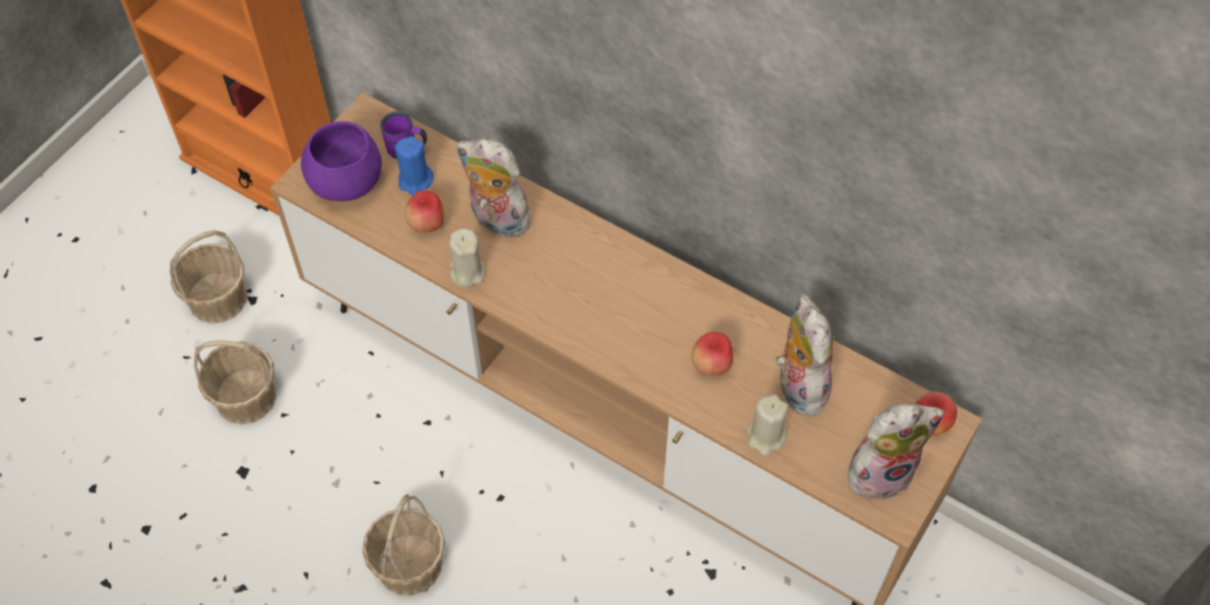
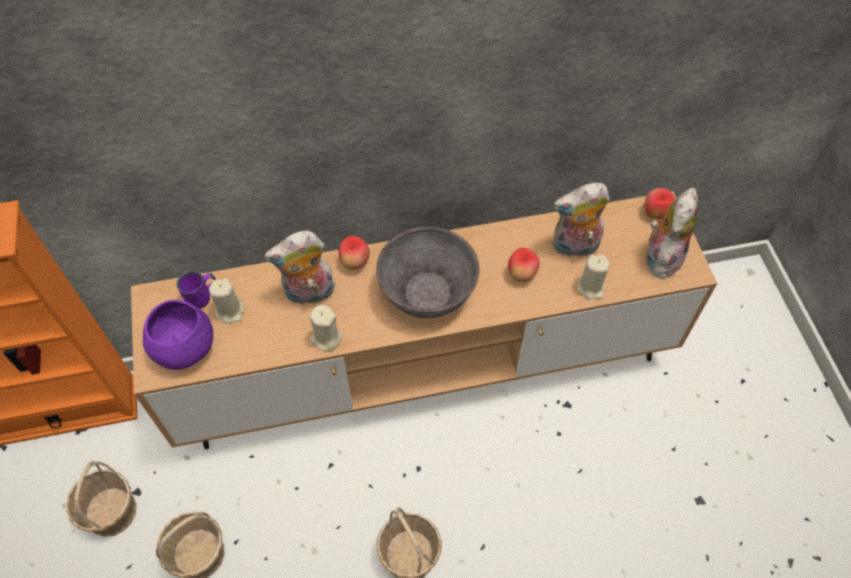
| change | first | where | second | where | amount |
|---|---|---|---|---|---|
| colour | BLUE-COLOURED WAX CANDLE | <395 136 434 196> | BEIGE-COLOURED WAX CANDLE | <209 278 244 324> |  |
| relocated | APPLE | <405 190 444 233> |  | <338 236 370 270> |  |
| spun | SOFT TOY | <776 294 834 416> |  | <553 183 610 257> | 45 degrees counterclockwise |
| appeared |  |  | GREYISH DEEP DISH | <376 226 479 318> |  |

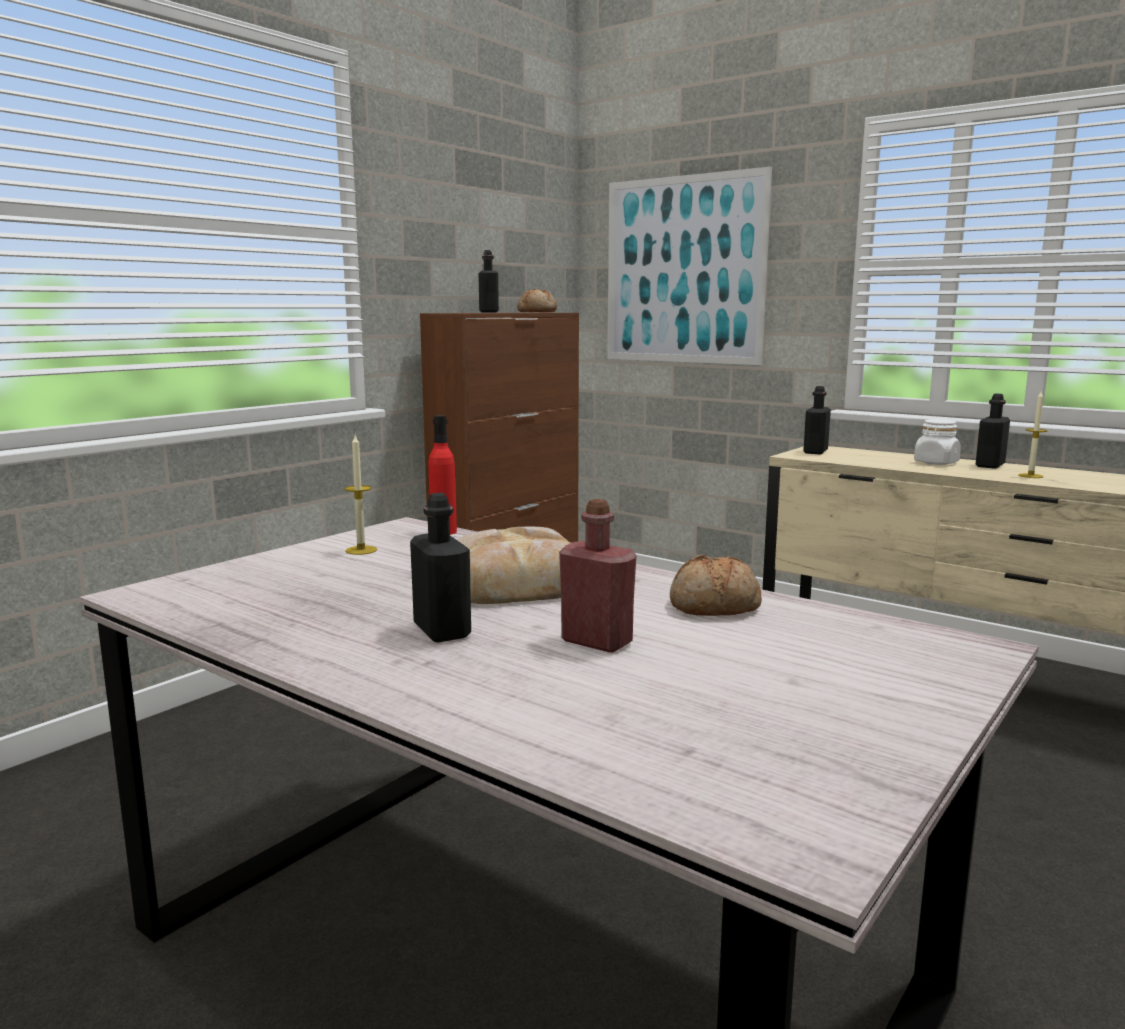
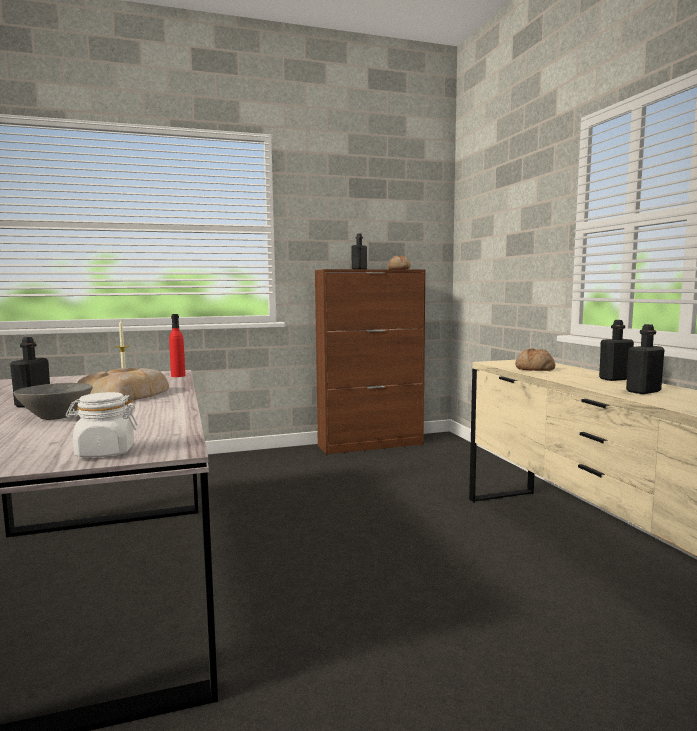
| change | first | where | second | where | amount |
|---|---|---|---|---|---|
| exchanged | RED-COLOURED DRINK BOTTLE | <559 499 637 653> | GREYISH DEEP DISH | <14 383 92 420> |  |
| missing | WALL ART | <607 167 772 365> |  |  |  |
| relocated | BAKERY BREAD | <670 554 762 616> |  | <515 348 555 371> |  |
| relocated | BLACKISH DRINK BOTTLE | <803 386 831 454> |  | <626 324 665 394> |  |
| relocated | WHITE-COLOURED JAR | <914 419 961 465> |  | <66 392 138 457> |  |
| missing | WAX CANDLE | <1018 392 1047 478> |  |  |  |

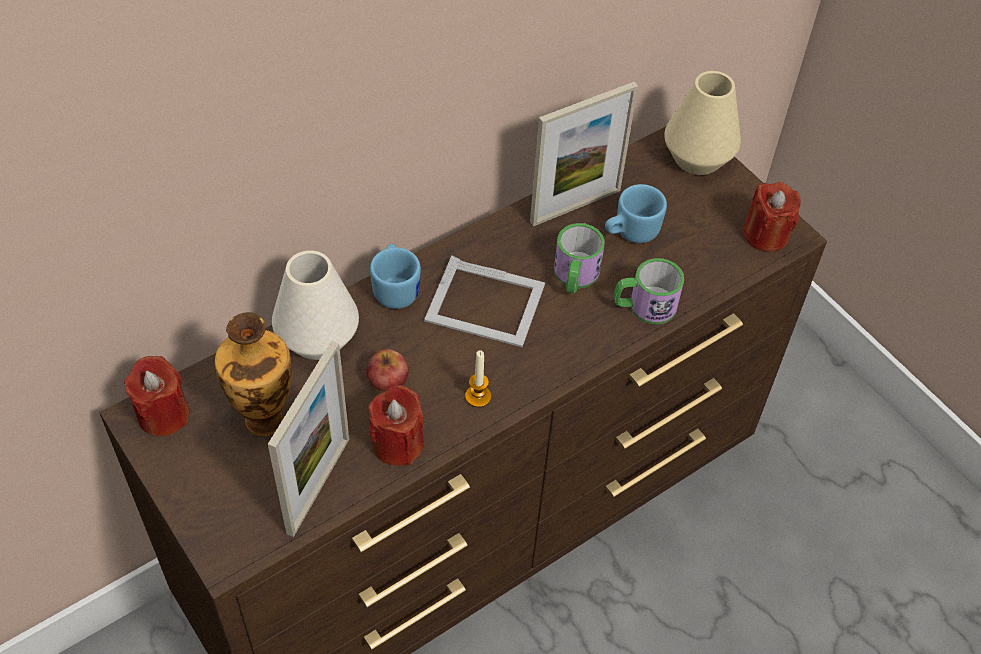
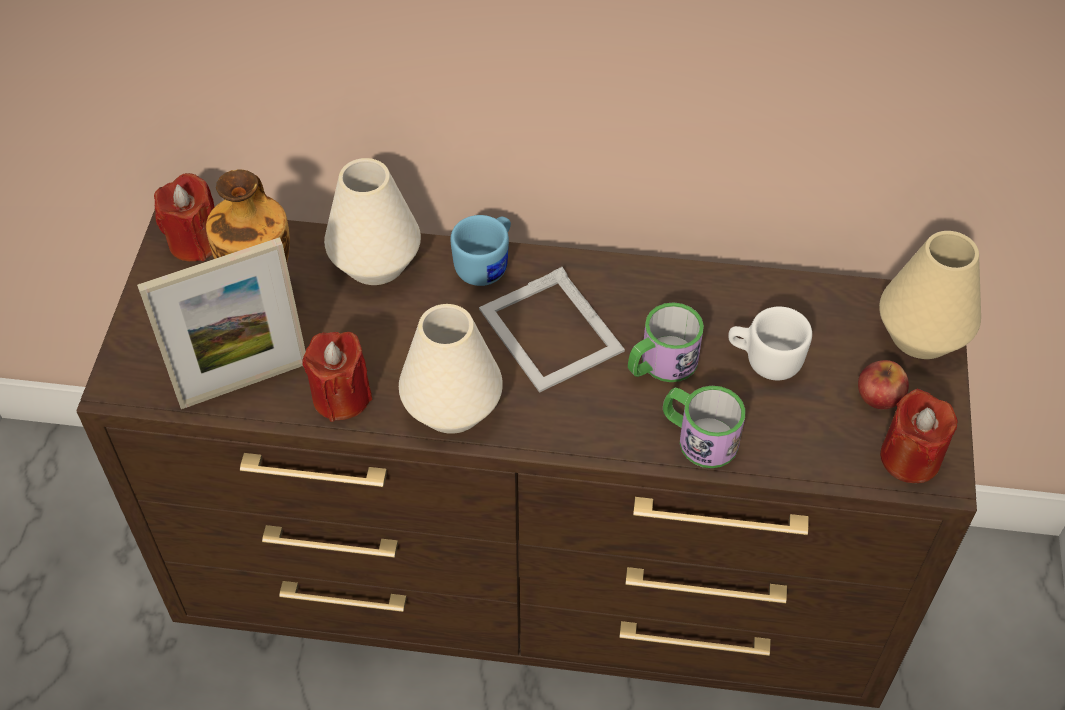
| change | first | where | second | where | amount |
|---|---|---|---|---|---|
| relocated | APPLE | <366 349 408 392> |  | <858 360 909 409> |  |
| exchanged | WAX CANDLE | <465 350 491 407> | WHITE-COLOURED DECORATIVE VASE | <399 304 503 434> |  |
| missing | PICTURE FRAME | <530 82 638 226> |  |  |  |
| colour | BLUE-COLOURED TEA MUG | <605 184 667 243> | WHITE-COLOURED TEA MUG | <728 306 812 380> |  |

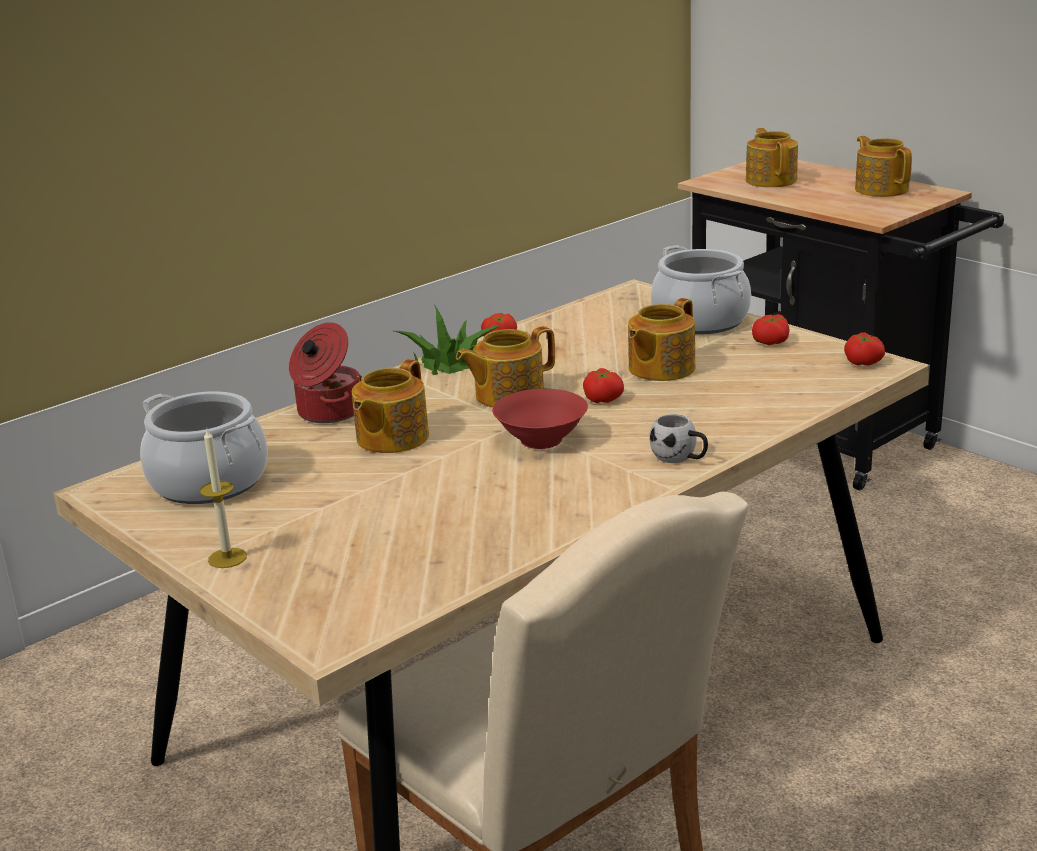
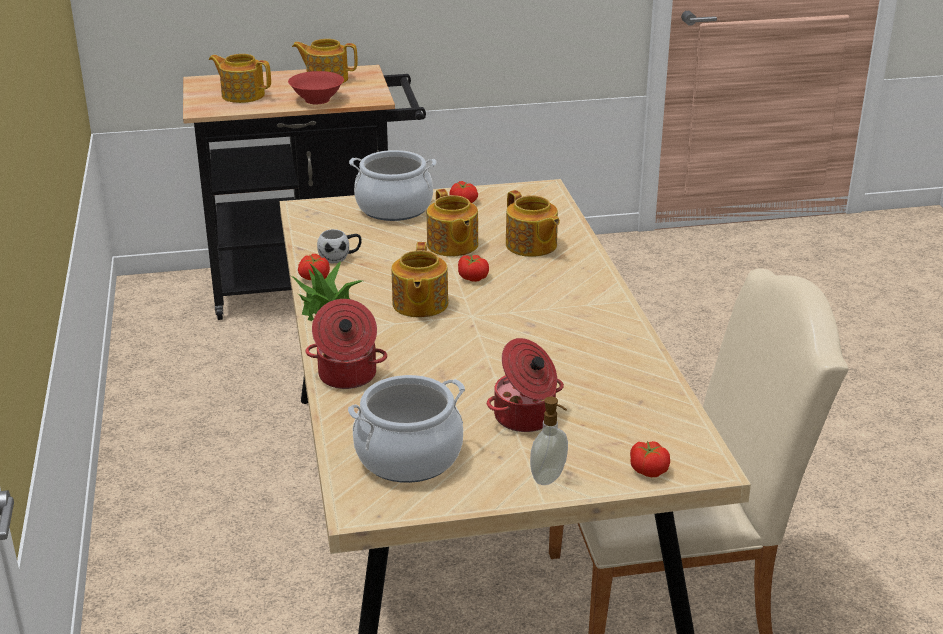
| change | first | where | second | where | amount |
|---|---|---|---|---|---|
| exchanged | WAX CANDLE | <200 429 247 568> | SOAP BOTTLE | <530 397 568 485> |  |
| relocated | TEAPOT | <352 359 429 453> |  | <506 190 560 257> |  |
| relocated | RED-COLOURED DEEP DISH | <492 389 588 449> |  | <288 71 344 104> |  |
| relocated | WHITE-COLOURED TEA MUG | <649 414 708 463> |  | <317 229 362 263> |  |
| relocated | TOMATO | <844 332 885 366> |  | <630 441 670 477> |  |
| appeared |  |  | STOCKPOT | <487 338 564 432> |  |

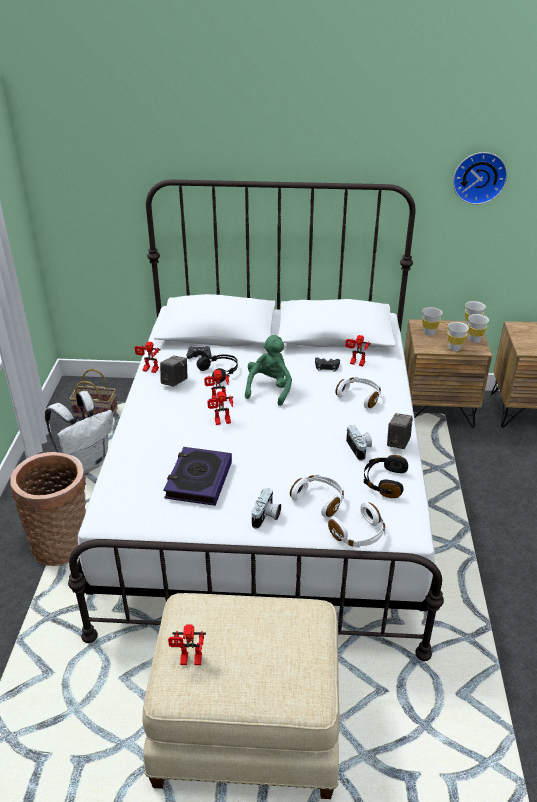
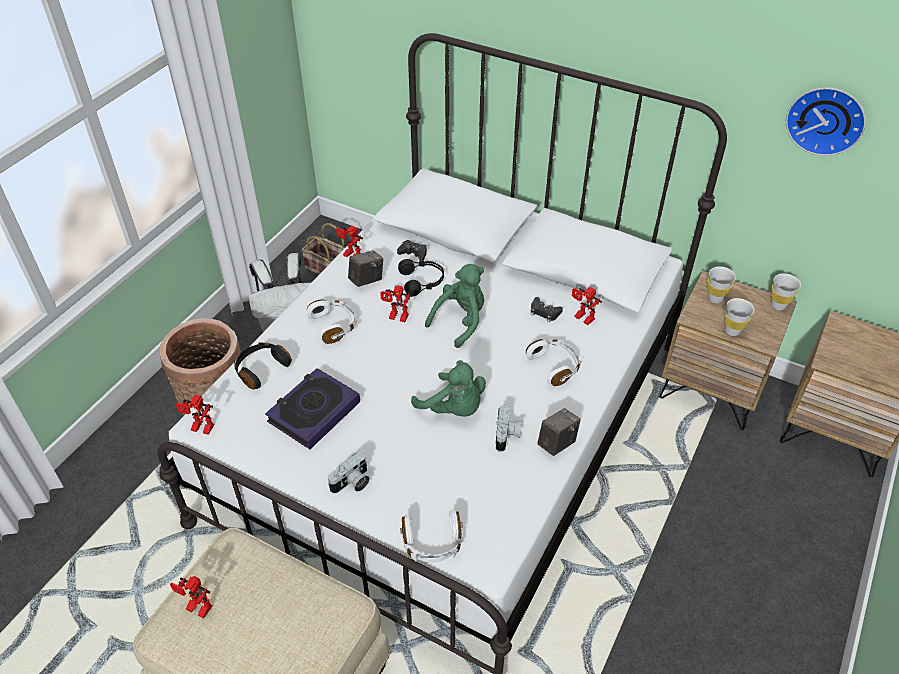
| change | first | where | second | where | amount |
|---|---|---|---|---|---|
| relocated | MODEL ROBOT | <207 391 233 425> |  | <176 395 215 435> |  |
| relocated | WHITE-COLOURED HEADPHONES | <290 475 344 517> |  | <307 299 357 344> |  |
| relocated | BLACKISH HEADPHONES | <364 455 408 498> |  | <234 342 292 390> |  |
| missing | WHITE-COLOURED CUP | <468 314 489 343> |  |  |  |
| appeared |  |  | GREENISH SOFT TOY | <411 360 486 417> |  |

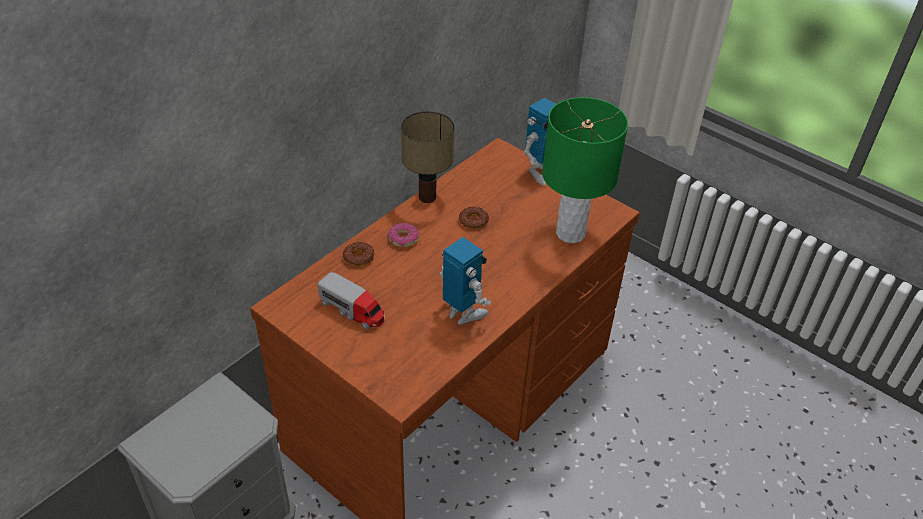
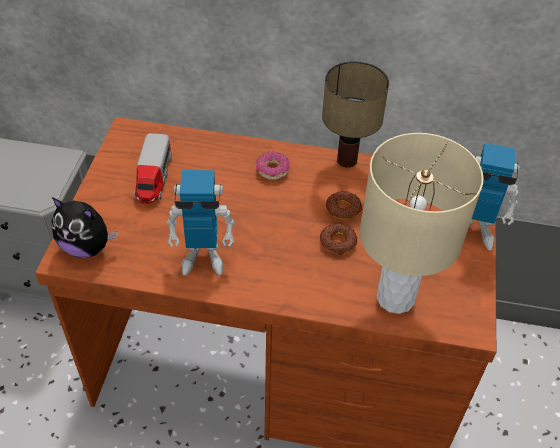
| change | first | where | second | where | amount |
|---|---|---|---|---|---|
| relocated | DOUGHNUT | <343 242 374 266> |  | <320 224 357 255> |  |
| spun | MODEL ROBOT | <440 237 491 325> |  | <167 170 235 275> | 75 degrees clockwise |
| colour | GREENISH TABLE LAMP | <542 97 628 243> | BEIGE-COLOURED TABLE LAMP | <360 133 484 314> |  |
| appeared |  |  | SOFT TOY | <51 197 118 258> |  |

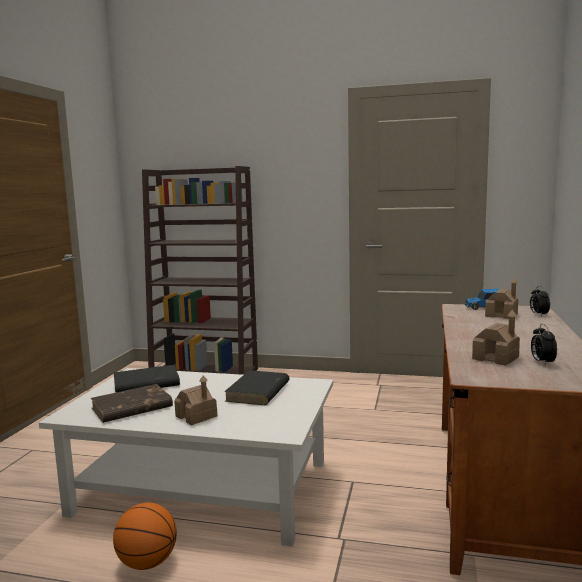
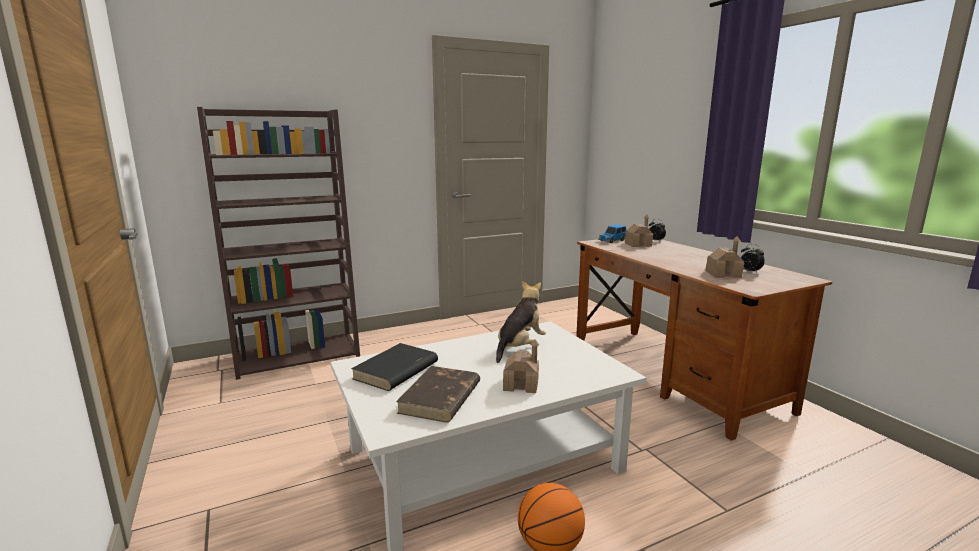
| change | first | where | second | where | amount |
|---|---|---|---|---|---|
| exchanged | BLACKISH BOOK | <224 370 290 405> | SOFT TOY | <496 281 546 363> |  |

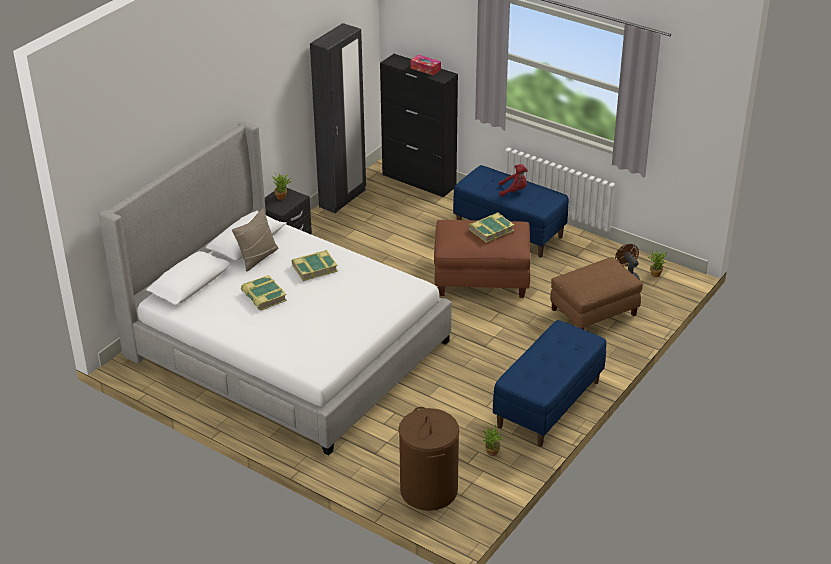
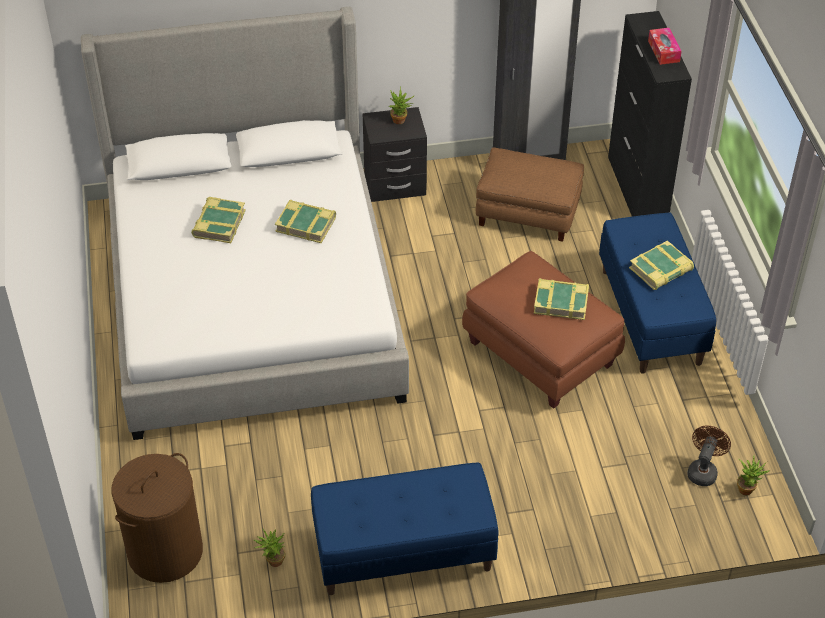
| change | first | where | second | where | amount |
|---|---|---|---|---|---|
| missing | BEIGE-COLOURED THROW PILLOW | <232 208 278 271> |  |  |  |
| exchanged | RED-COLOURED SOFT TOY | <499 164 528 197> | BOOK | <629 240 694 290> |  |
| relocated | BROWN OTTOMAN | <550 257 643 330> |  | <476 147 584 242> |  |

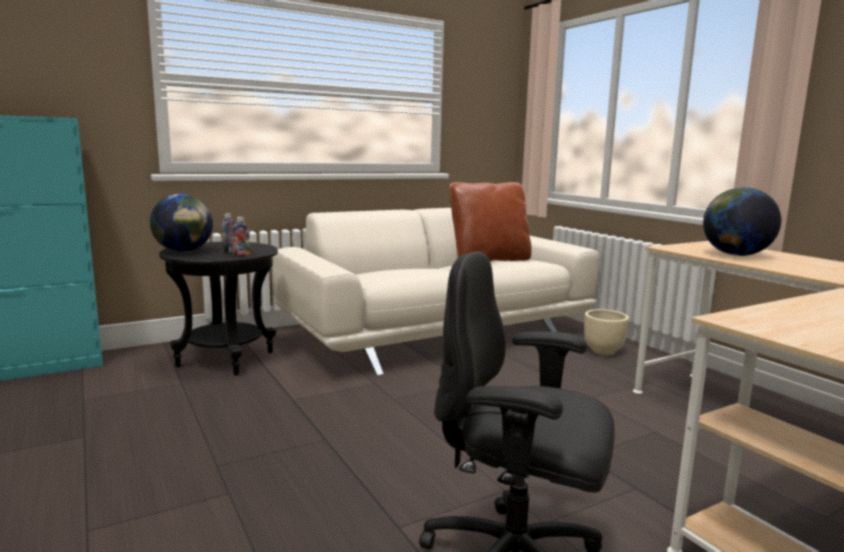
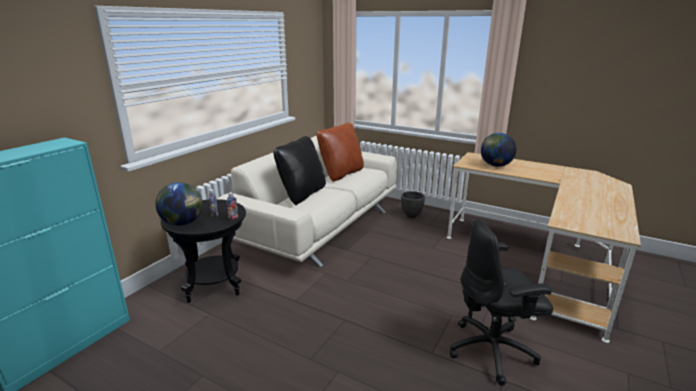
| change | first | where | second | where | amount |
|---|---|---|---|---|---|
| colour | BEIGE-COLOURED PLANT POT | <584 309 629 355> | BLACKISH PLANT POT | <401 191 425 218> |  |
| appeared |  |  | BLACKISH THROW PILLOW | <274 136 326 205> |  |

